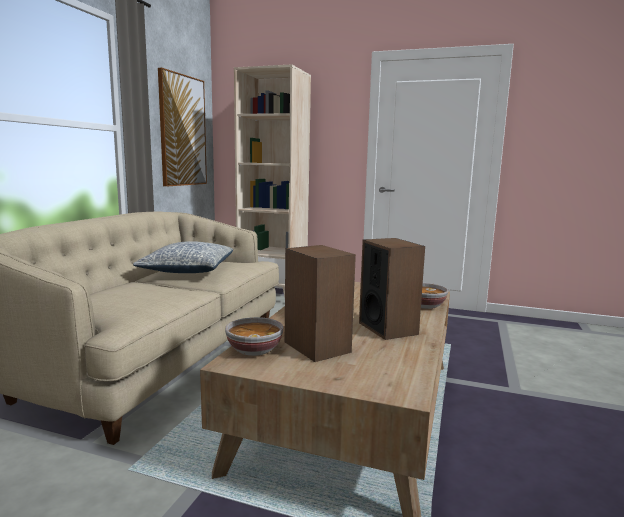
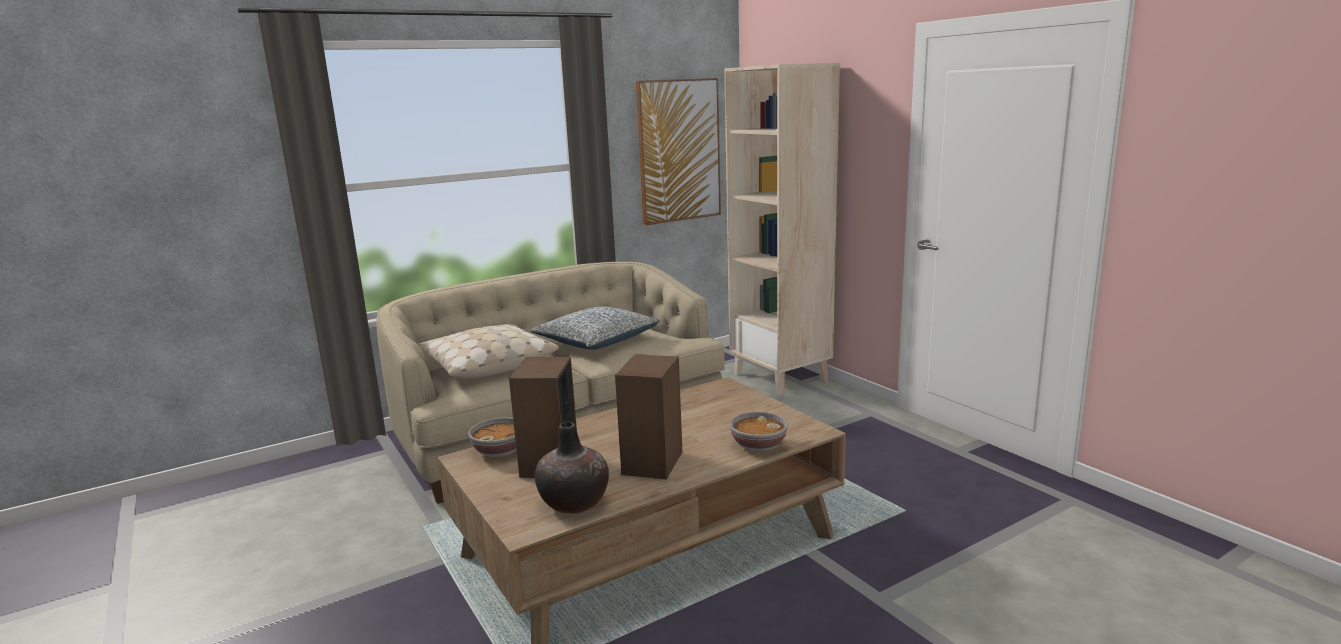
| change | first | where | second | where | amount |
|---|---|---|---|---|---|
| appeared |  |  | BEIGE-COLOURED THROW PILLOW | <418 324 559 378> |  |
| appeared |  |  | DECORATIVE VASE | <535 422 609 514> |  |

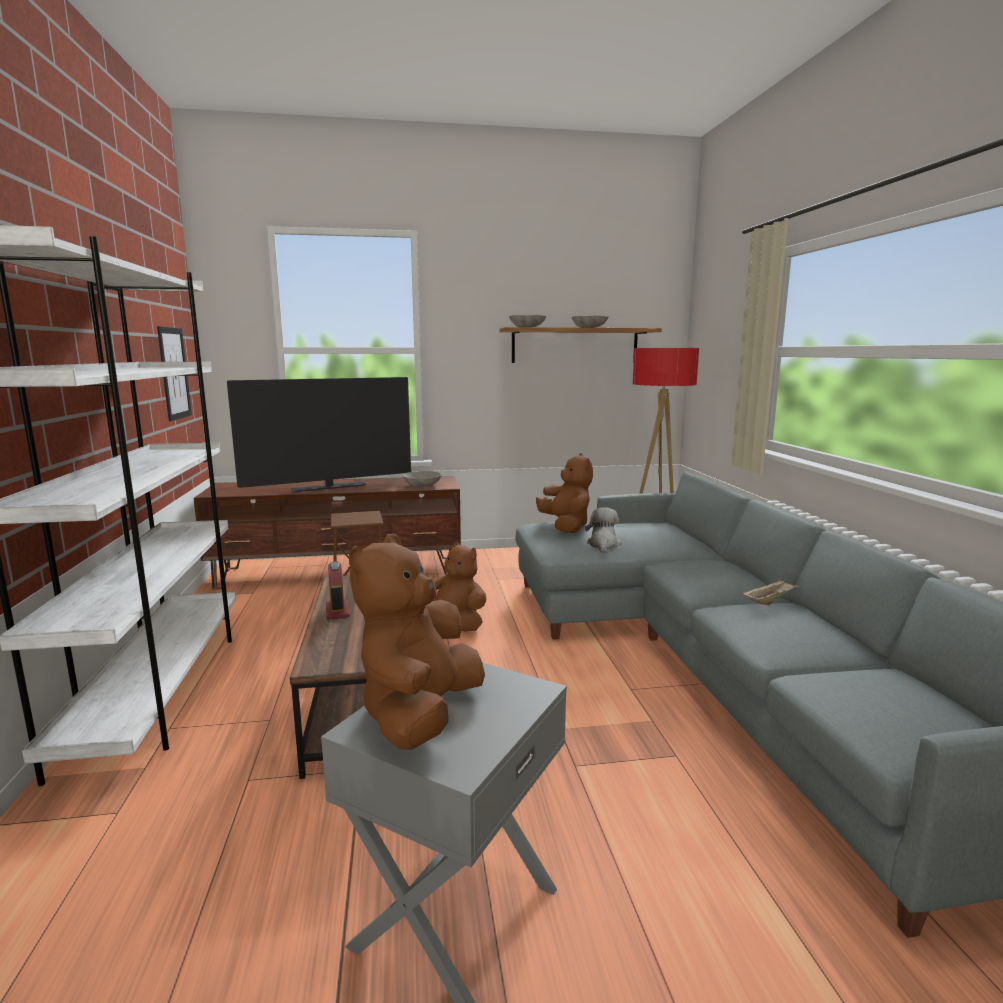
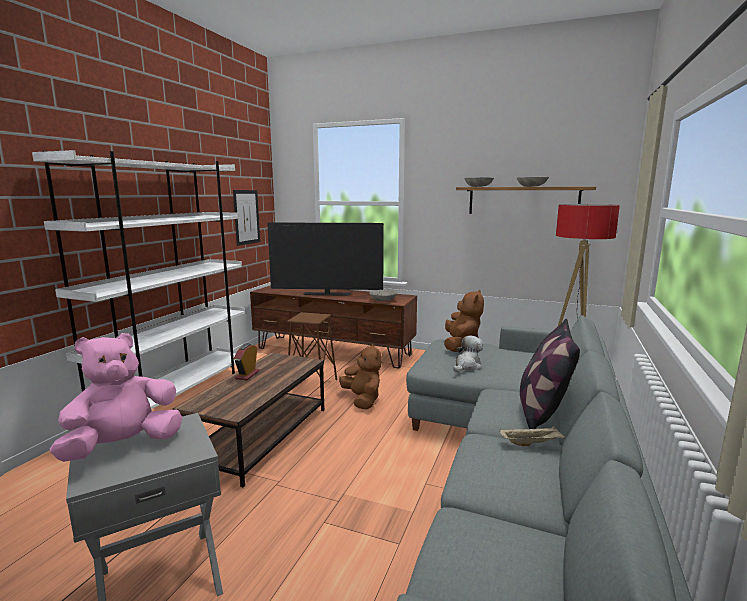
| change | first | where | second | where | amount |
|---|---|---|---|---|---|
| colour | BROWN SOFT TOY | <349 534 485 750> | PINKISH SOFT TOY | <50 333 182 462> |  |
| appeared |  |  | THROW PILLOW | <520 319 580 429> |  |

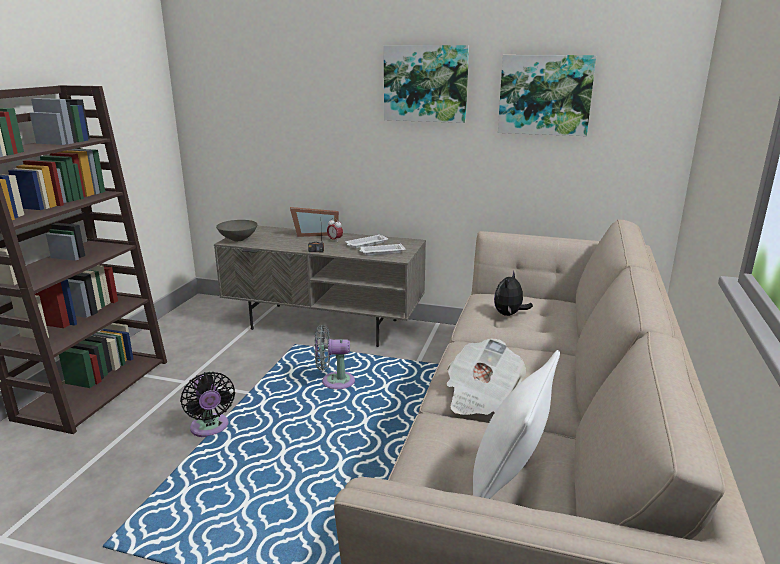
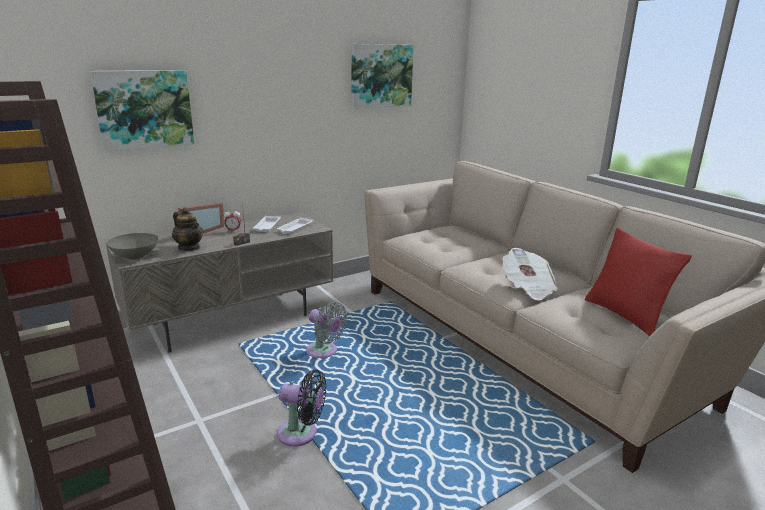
| change | first | where | second | where | amount |
|---|---|---|---|---|---|
| spun | GREYISH ELECTRIC FAN | <315 325 355 389> |  | <306 302 348 358> | 90 degrees counterclockwise |
| relocated | WALL ART | <384 45 469 123> |  | <90 70 194 151> |  |
| colour | WHITE-COLOURED THROW PILLOW | <473 350 560 499> | RED-COLOURED THROW PILLOW | <585 227 692 336> |  |
| missing | SOFT TOY | <494 271 533 316> |  |  |  |
| appeared |  |  | TEAPOT | <172 208 203 251> |  |

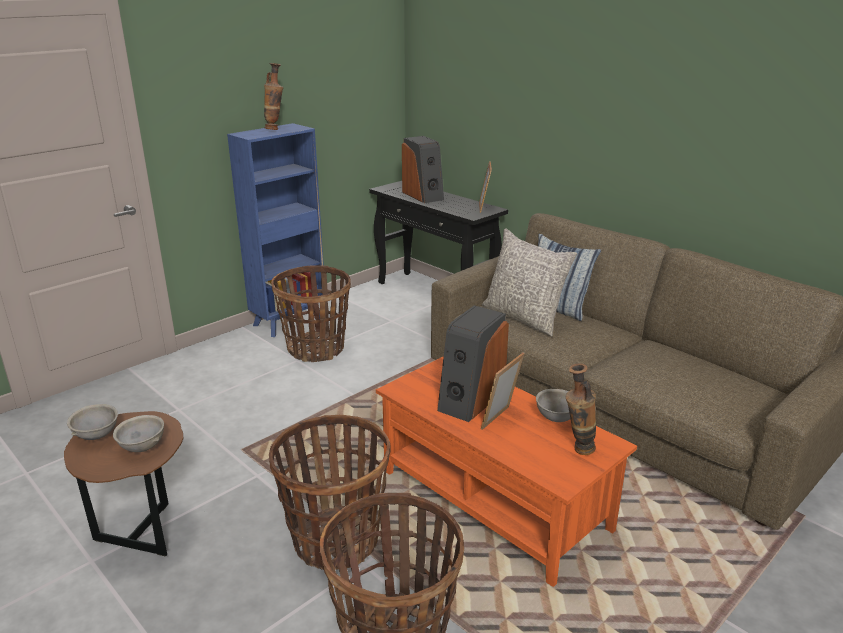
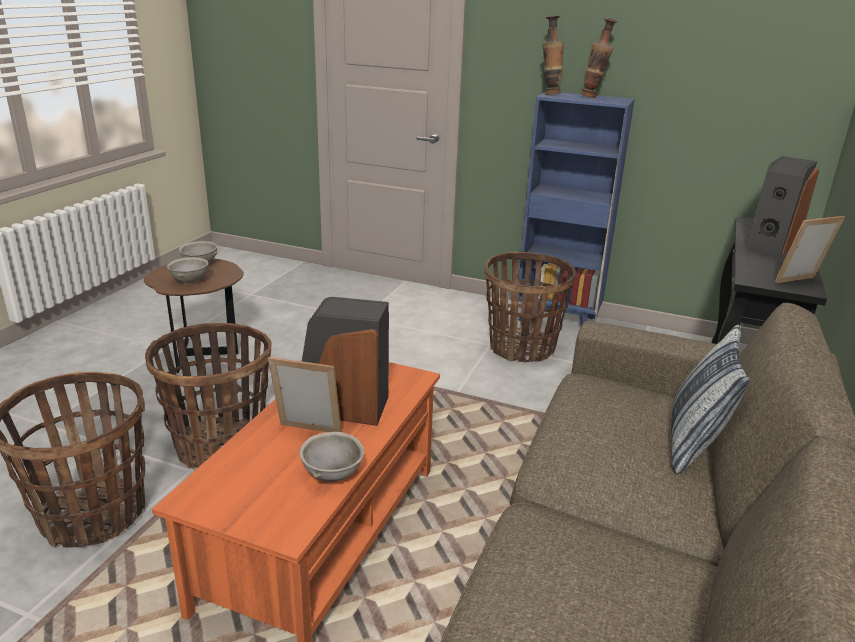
| change | first | where | second | where | amount |
|---|---|---|---|---|---|
| missing | GREYISH THROW PILLOW | <482 228 577 336> |  |  |  |
| relocated | DECORATIVE VASE | <566 363 596 455> |  | <542 16 564 95> |  |

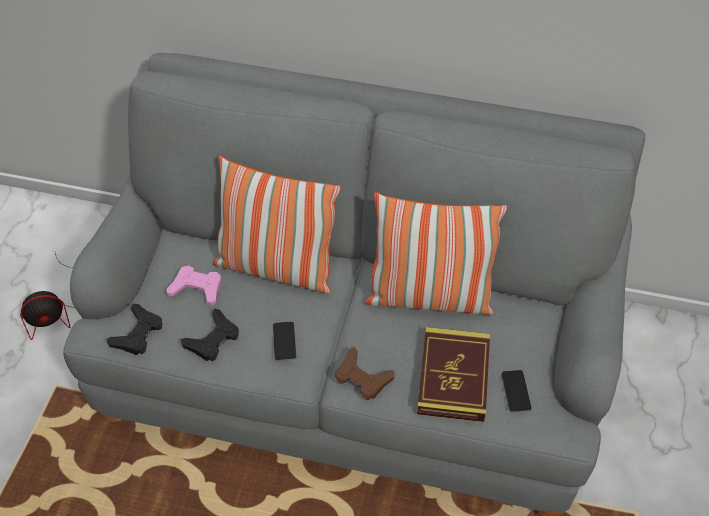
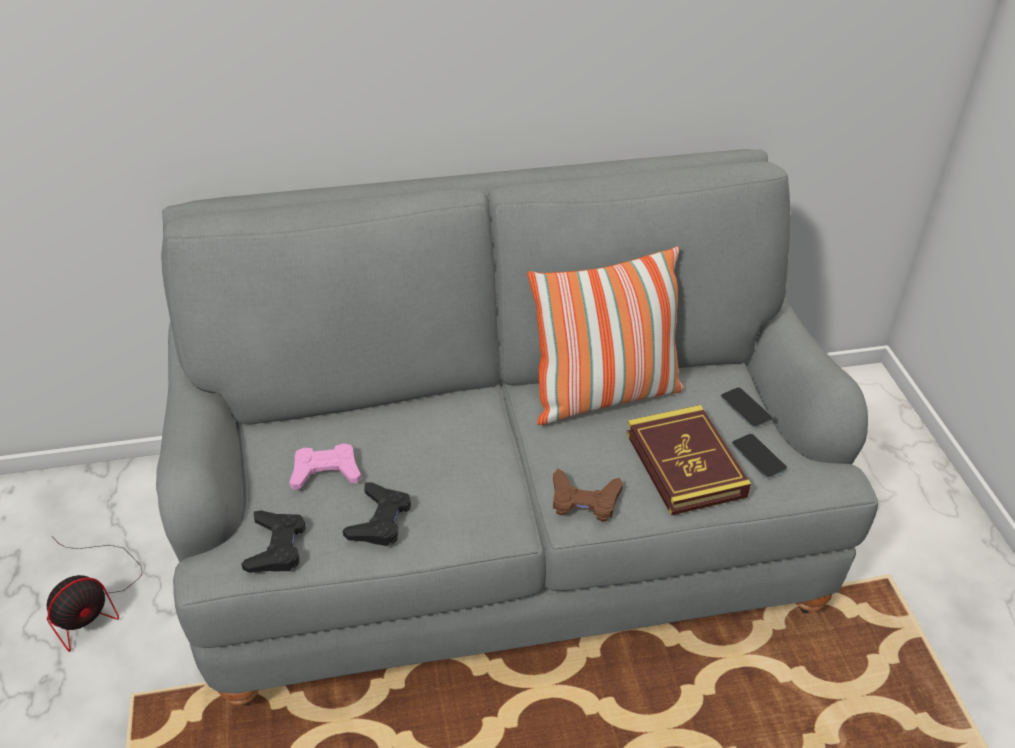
| change | first | where | second | where | amount |
|---|---|---|---|---|---|
| missing | THROW PILLOW | <213 156 342 293> |  |  |  |
| relocated | PHONE | <273 322 296 361> |  | <721 387 773 428> |  |

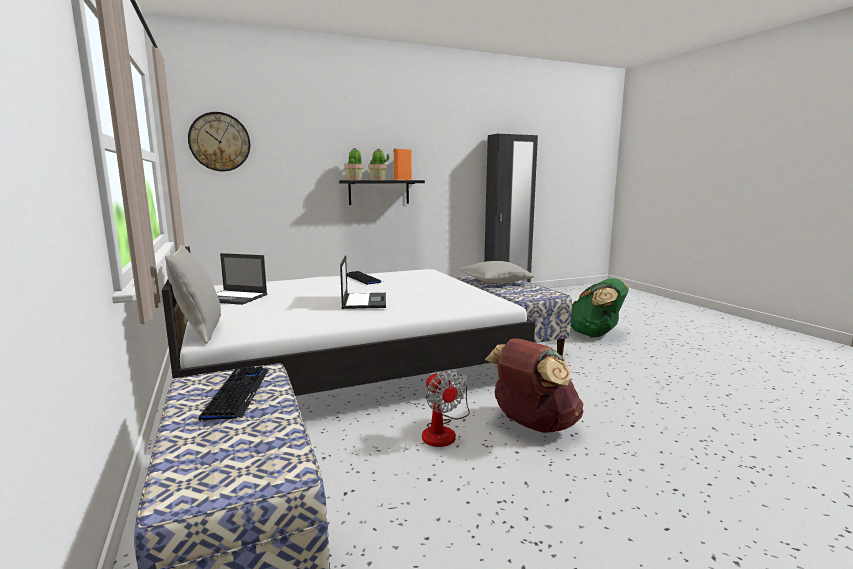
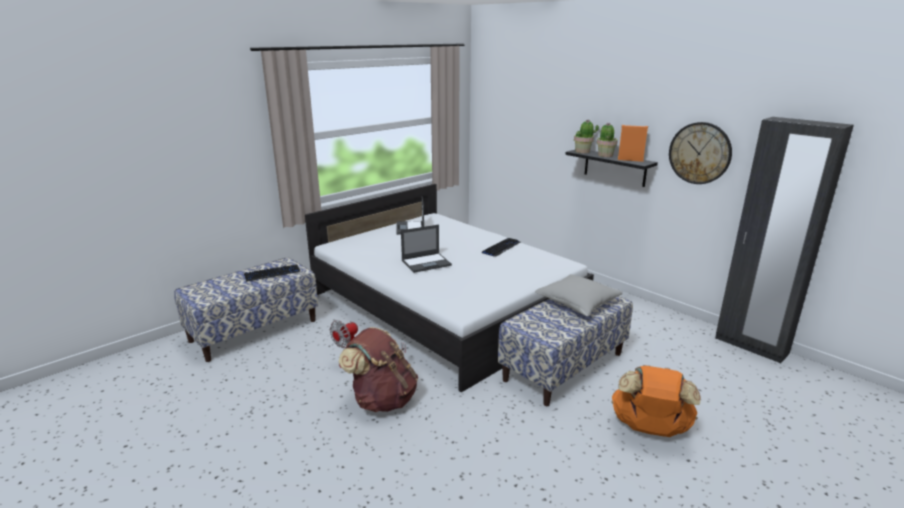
| change | first | where | second | where | amount |
|---|---|---|---|---|---|
| missing | GREYISH THROW PILLOW | <165 245 221 344> |  |  |  |
| relocated | HANGING CLOCK | <188 112 250 171> |  | <669 122 732 184> |  |
| colour | GREENISH BACKPACK | <570 278 629 337> | ORANGEY BACKPACK | <612 365 701 437> |  |

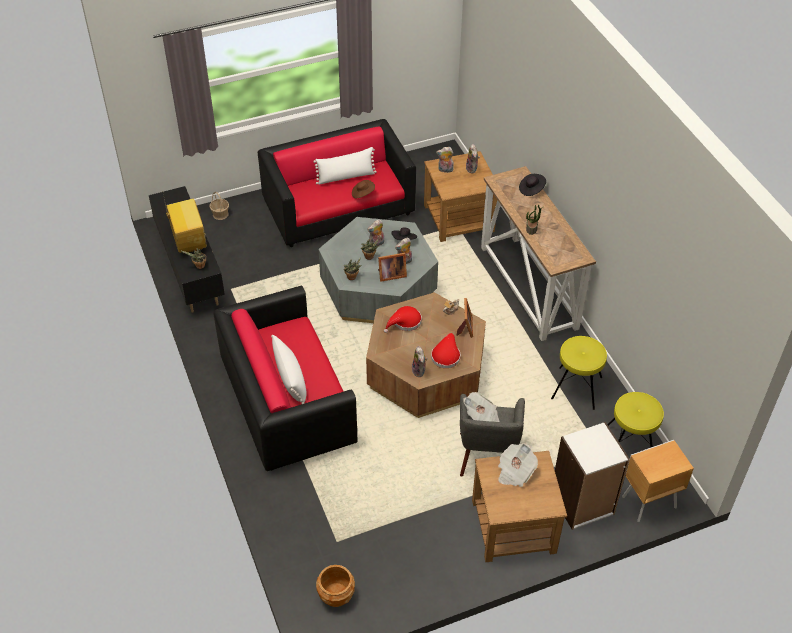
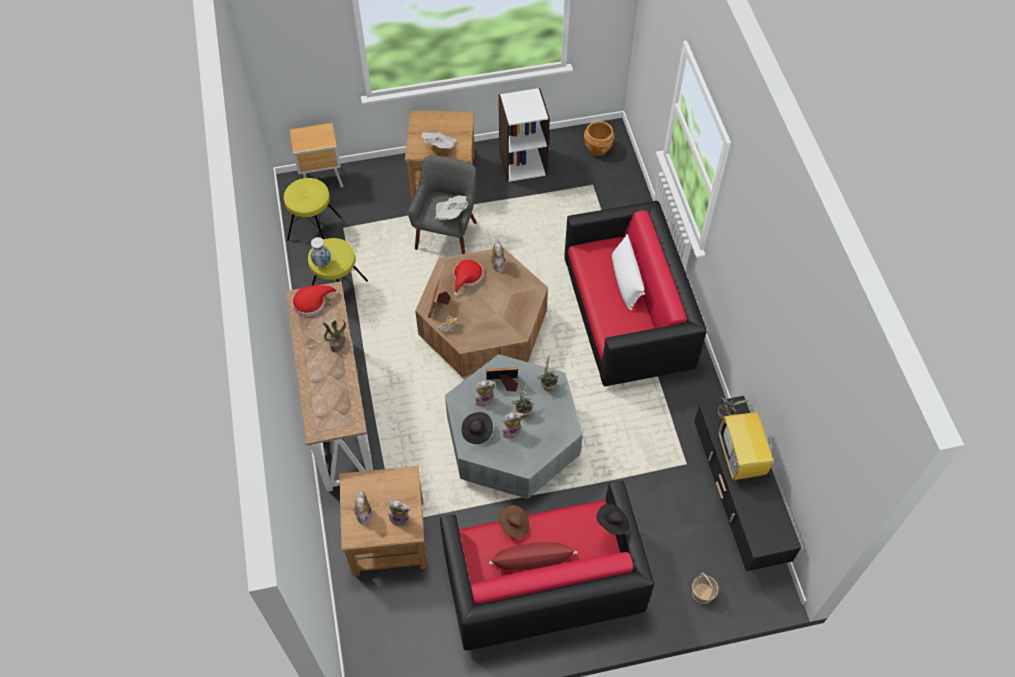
| change | first | where | second | where | amount |
|---|---|---|---|---|---|
| colour | WHITE-COLOURED THROW PILLOW | <313 147 377 185> | RED-COLOURED THROW PILLOW | <489 542 577 570> |  |
| relocated | RED-COLOURED HAT | <384 306 422 333> |  | <292 285 339 316> |  |
| relocated | BLACKISH HAT | <519 174 546 196> |  | <597 504 629 535> |  |
| relocated | WHITE-COLOURED BOOKCASE | <555 422 630 530> |  | <498 88 550 182> |  |
| appeared |  |  | DECORATIVE VASE | <311 237 331 267> |  |

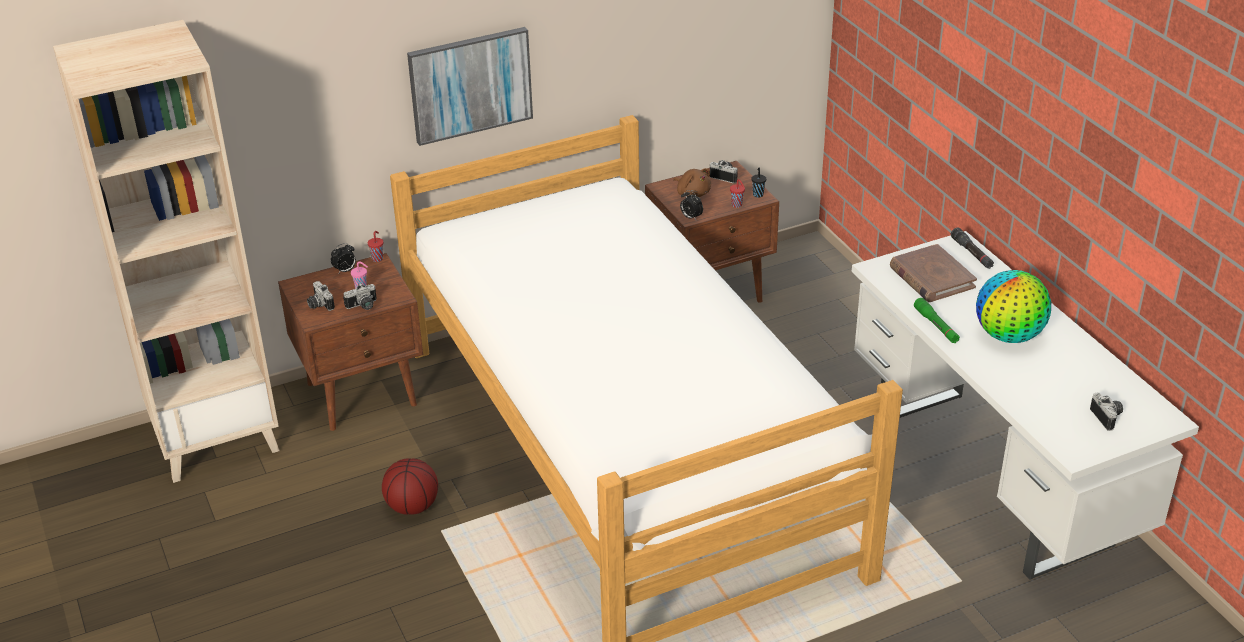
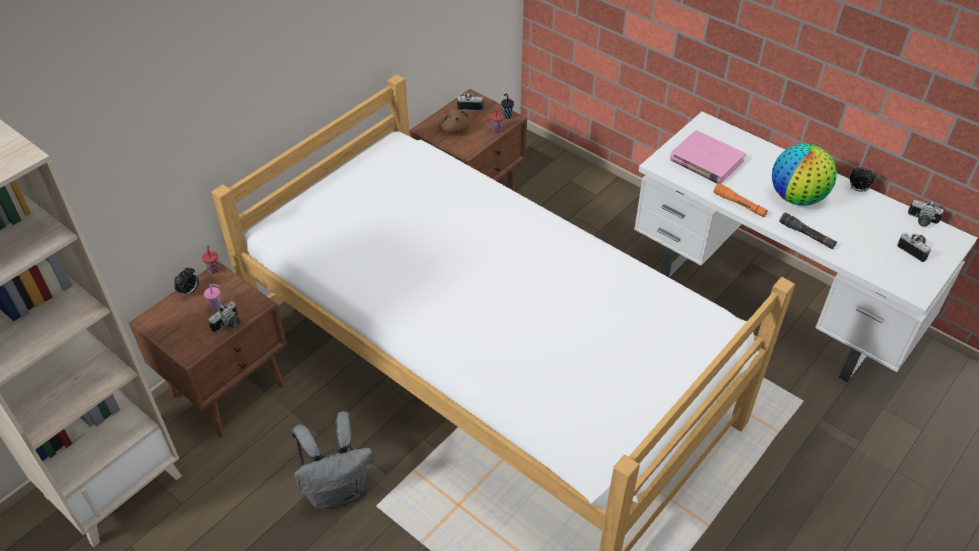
| change | first | where | second | where | amount |
|---|---|---|---|---|---|
| relocated | PHOTO CAMERA | <307 281 335 311> |  | <908 200 944 226> |  |
| exchanged | BALL FOR BASKETBALL | <382 458 438 515> | GREYISH BACKPACK | <291 411 373 509> |  |
| missing | WALL ART | <407 27 533 146> |  |  |  |
| spun | BROWN SOFT TOY | <673 168 711 197> |  | <438 108 469 134> | 45 degrees clockwise |
| relocated | TABLE CLOCK | <680 190 703 220> |  | <850 166 876 192> |  |
| colour | BROWN BOOK | <890 244 977 302> | PINKISH BOOK | <670 130 746 184> |  |
| colour | GREENISH TORCH | <914 298 960 343> | ORANGEY TORCH | <714 183 768 217> |  |
| relocated | BLACKISH TORCH | <951 228 994 269> |  | <779 213 837 249> |  |

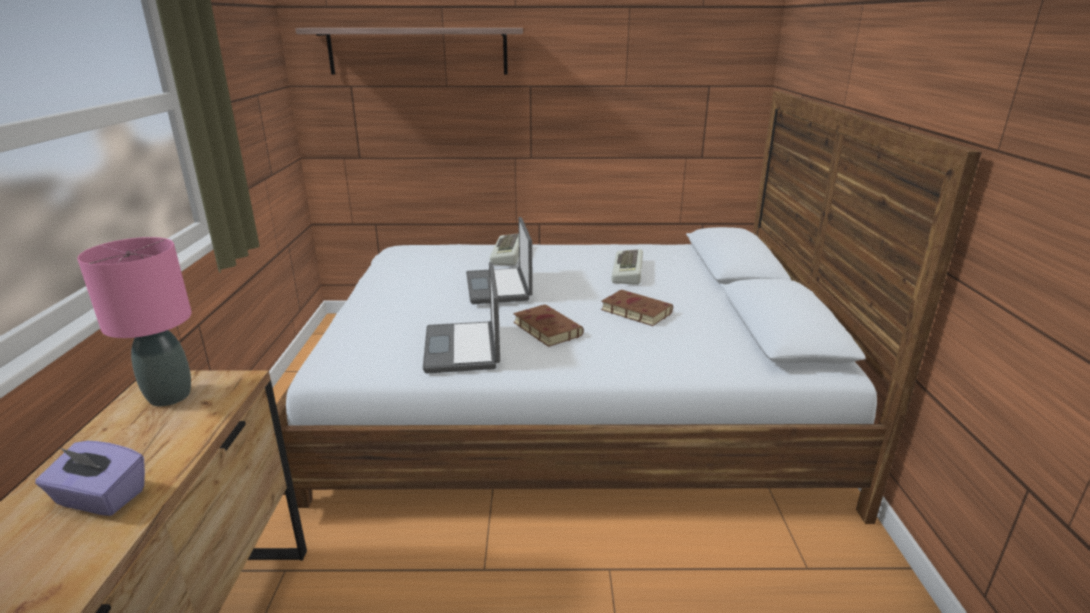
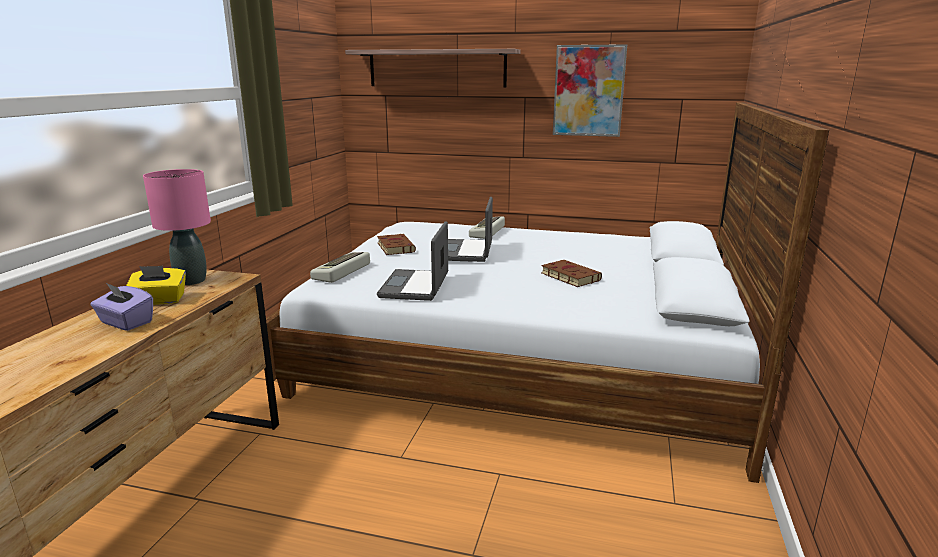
| change | first | where | second | where | amount |
|---|---|---|---|---|---|
| relocated | BROWN BOOK | <513 304 584 347> |  | <377 234 416 255> |  |
| relocated | COMPUTER KEYBOARD | <611 249 643 285> |  | <310 252 370 283> |  |
| appeared |  |  | YELLOW TISSUE HOLDER | <126 266 186 305> |  |
| appeared |  |  | WALL ART | <553 44 627 137> |  |

